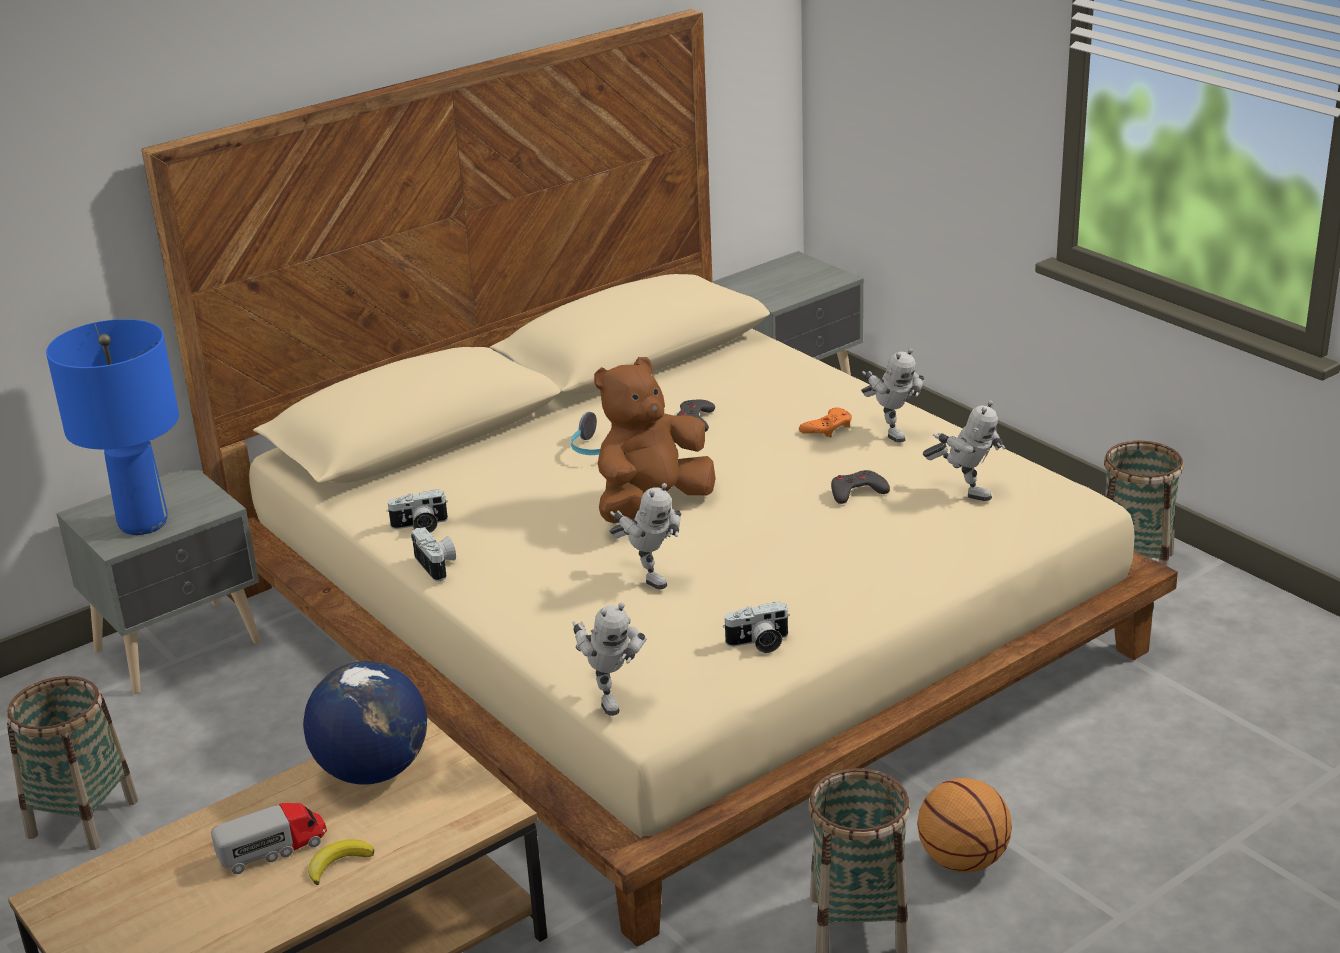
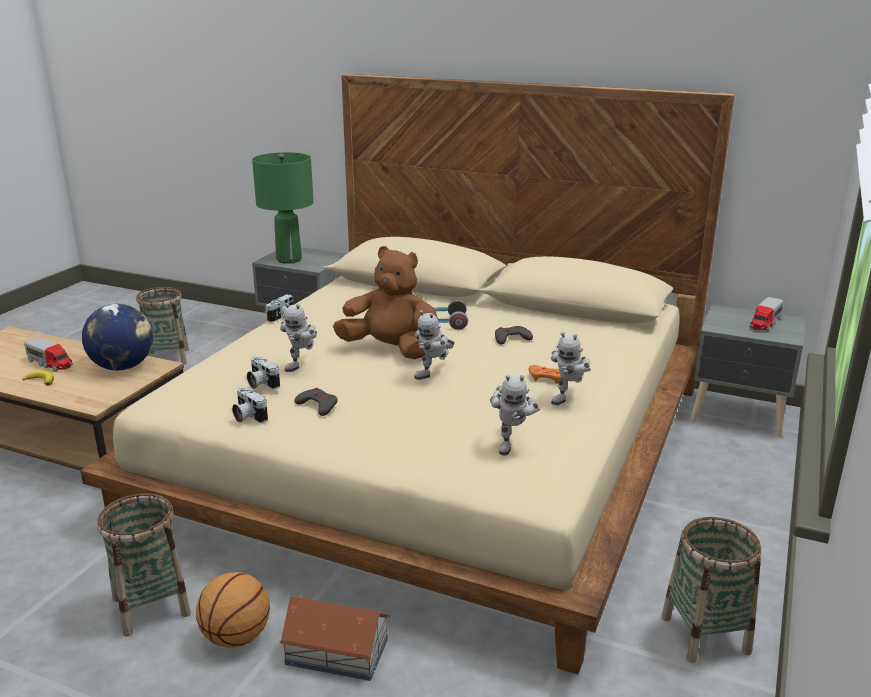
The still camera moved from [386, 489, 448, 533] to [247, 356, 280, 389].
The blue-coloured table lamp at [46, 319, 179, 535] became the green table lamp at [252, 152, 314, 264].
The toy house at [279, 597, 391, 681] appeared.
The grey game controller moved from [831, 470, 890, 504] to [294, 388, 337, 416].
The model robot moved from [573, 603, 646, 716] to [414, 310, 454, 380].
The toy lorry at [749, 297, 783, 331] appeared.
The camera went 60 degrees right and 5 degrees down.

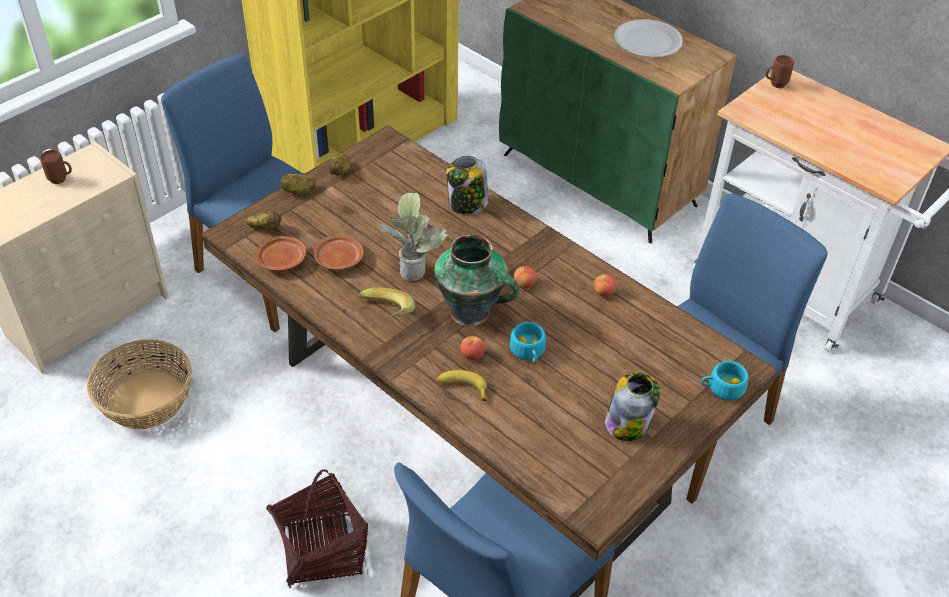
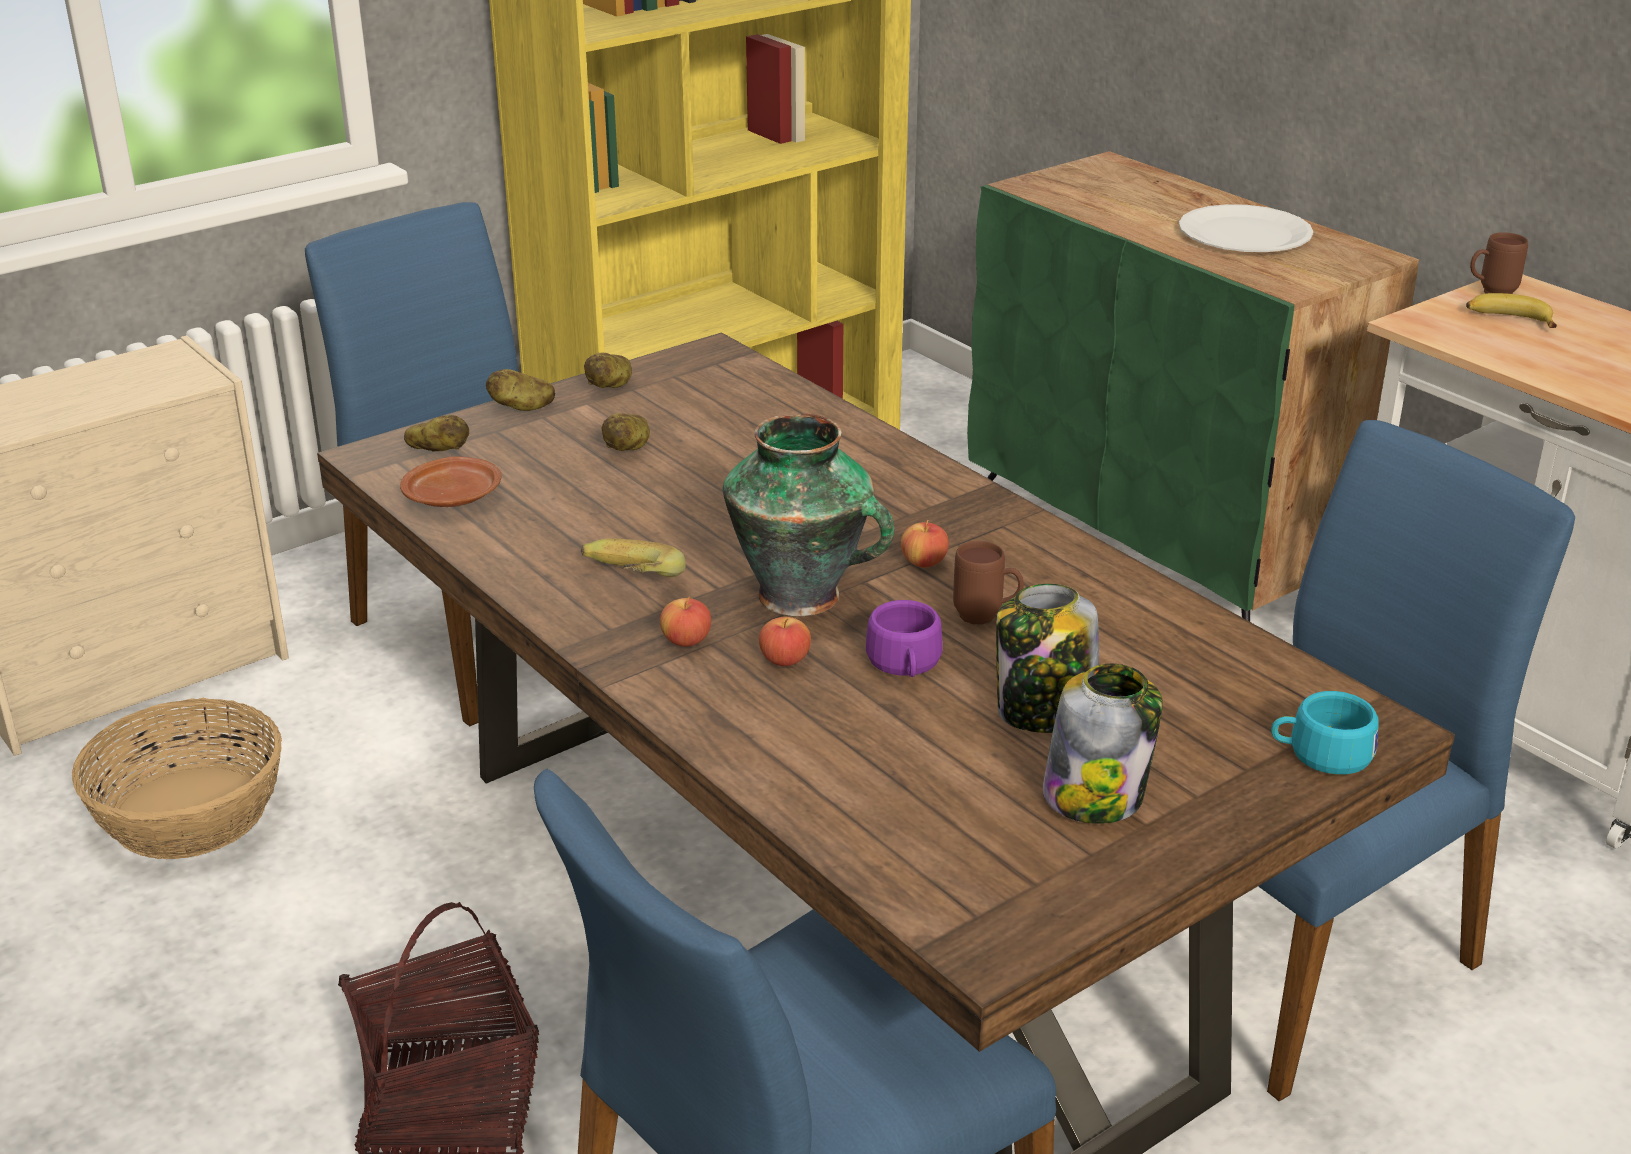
The spud at [602, 413, 650, 451] appeared.
The whole apple moved from [594, 274, 617, 297] to [660, 597, 711, 647].
The turquoise-coloured small cup at [510, 322, 546, 363] became the purple small cup at [866, 600, 943, 677].
The brown-coloured mug moved from [40, 150, 72, 184] to [953, 541, 1024, 625].
The preserve jar moved from [447, 156, 488, 214] to [996, 584, 1099, 733].
The banana moved from [435, 370, 487, 401] to [1466, 293, 1557, 328].
The brown-coloured flat dish at [314, 235, 364, 270] disappeared.
The houseplant at [379, 193, 448, 281] disappeared.
The camera went 10 degrees right and 15 degrees down.

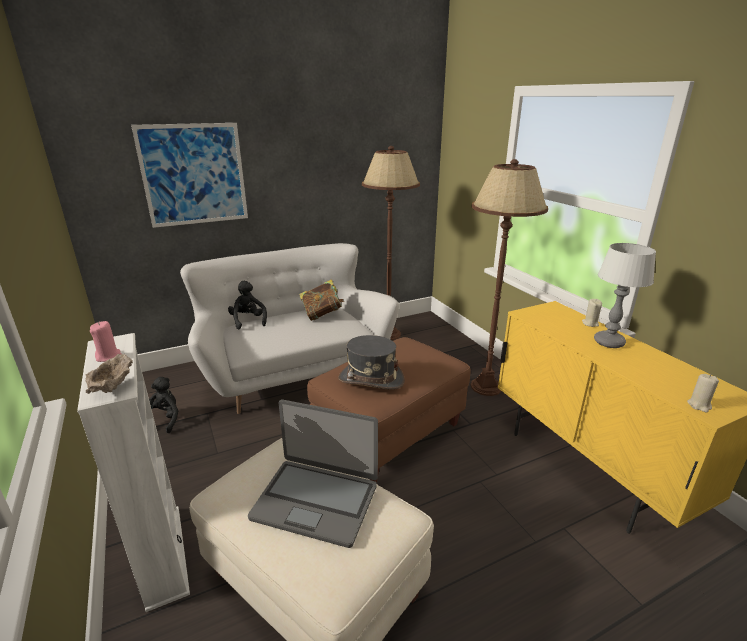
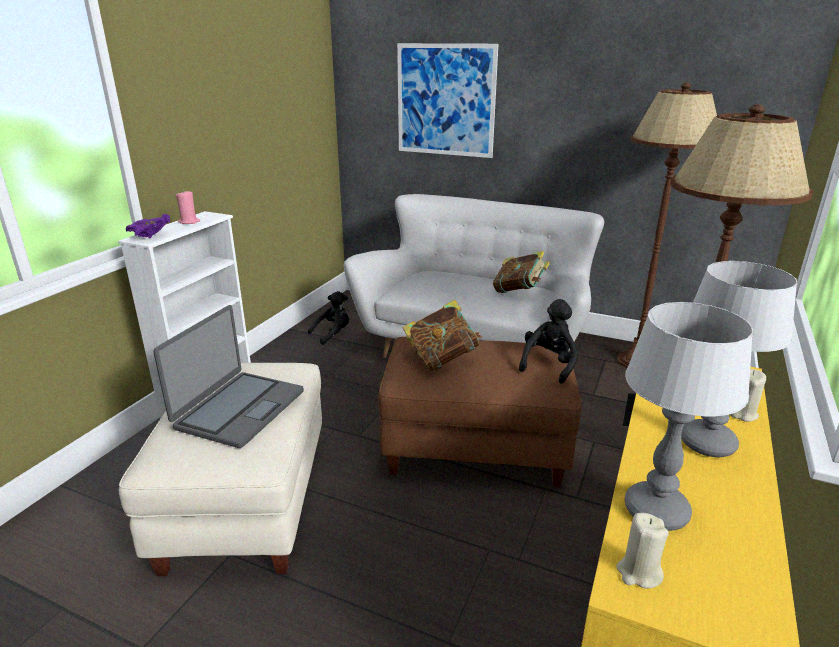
The beige deep dish at [86, 354, 133, 394] became the purple deep dish at [126, 214, 170, 238].
The notebook computer at [248, 399, 378, 548] turned 135 degrees counterclockwise.
The grey clothing hat at [338, 335, 405, 390] was replaced by the volume at [402, 300, 482, 372].
The blackish cuddly toy moved from [228, 281, 267, 329] to [519, 299, 578, 384].
The table lamp at [625, 302, 753, 531] appeared.
The camera went 50 degrees right and 0 degrees up.

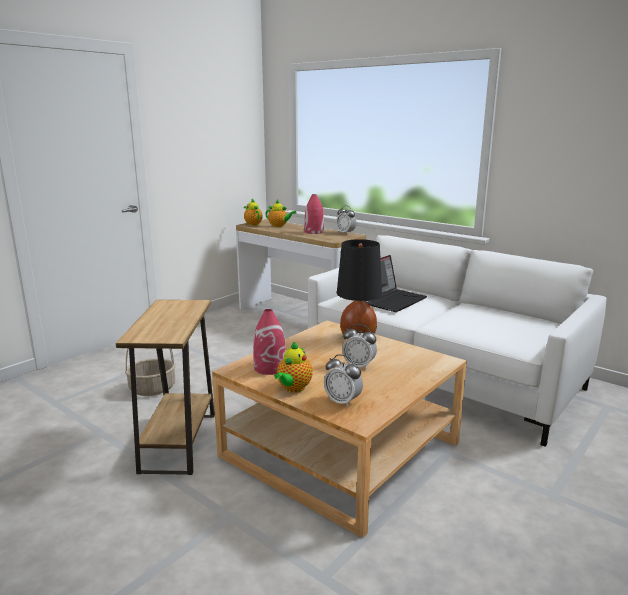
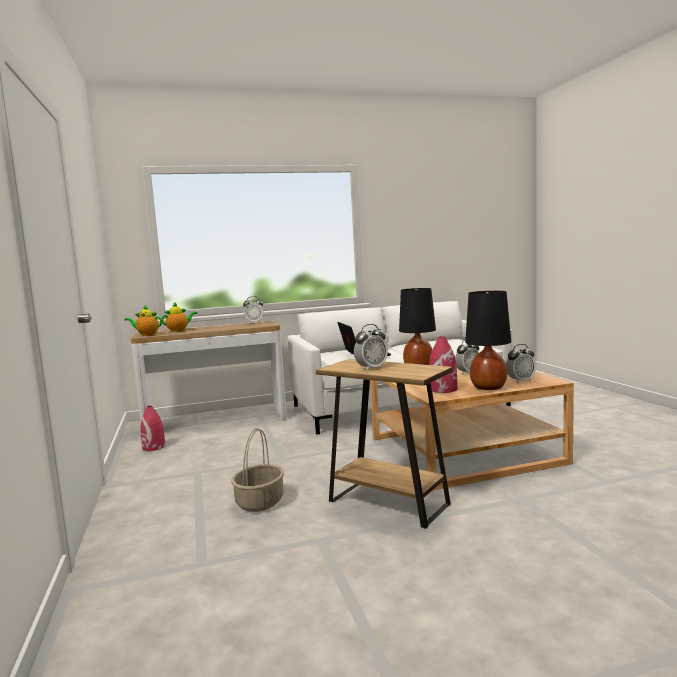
The red decorative vase moved from [304, 194, 324, 234] to [140, 406, 165, 451].
The bedside clock at [354, 324, 388, 371] appeared.
The teapot at [275, 341, 312, 393] was replaced by the blackish table lamp at [465, 291, 511, 390].
The camera went 55 degrees left and 10 degrees down.

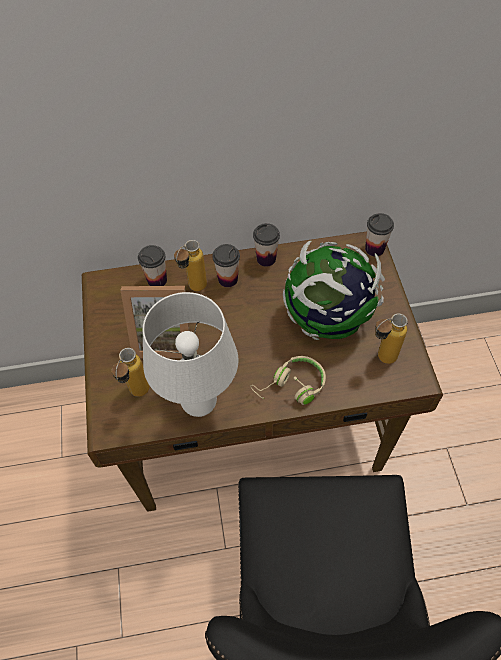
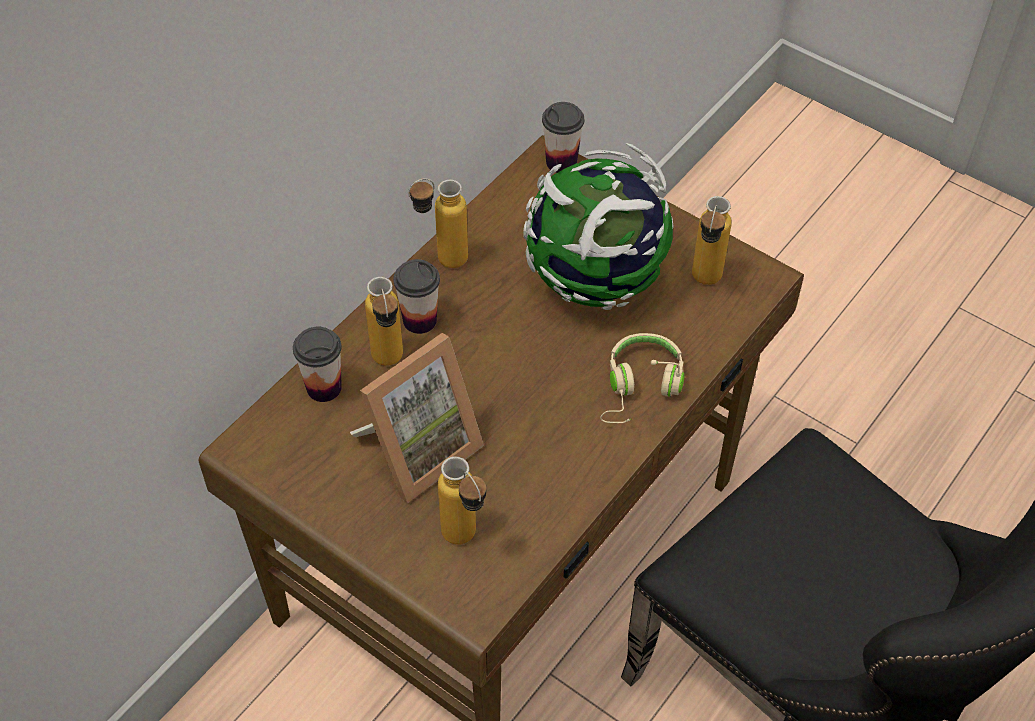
The small cup at [253, 223, 280, 267] was replaced by the bottle at [408, 178, 468, 268].
The white-coloured table lamp at [143, 292, 239, 417] disappeared.
The camera went 45 degrees left and 5 degrees down.

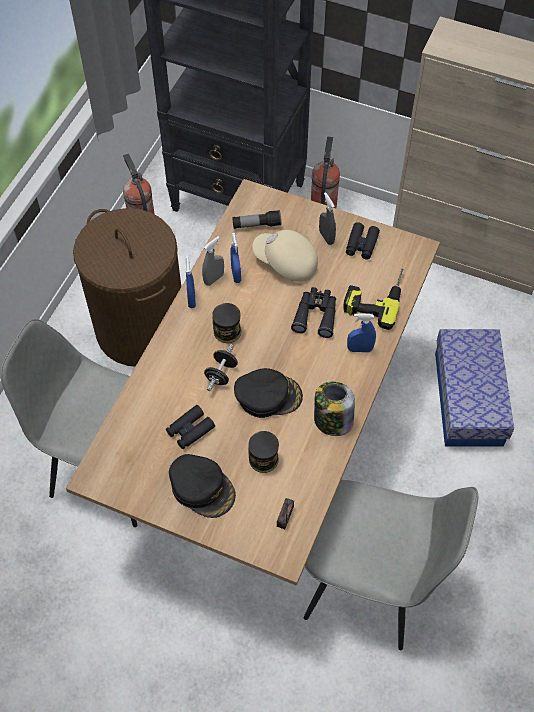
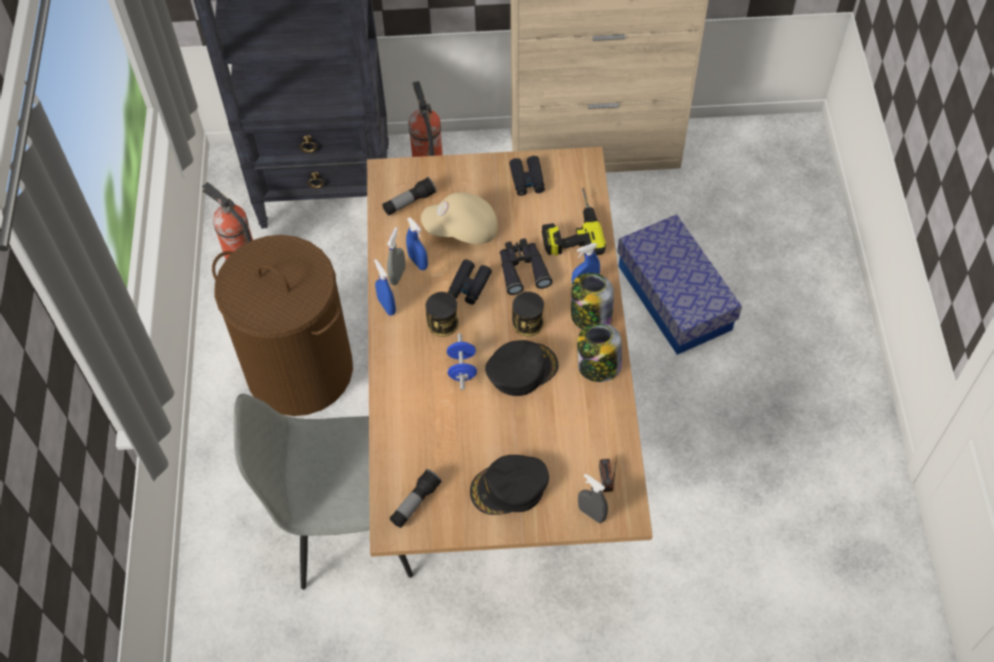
The torch at [390, 469, 442, 528] appeared.
The blackish dumbbell at [204, 344, 238, 391] became the blue-coloured dumbbell at [447, 333, 477, 390].
The blackish field glasses moved from [166, 405, 215, 449] to [448, 259, 492, 305].
The blackish peaked cap at [169, 454, 236, 518] turned 150 degrees clockwise.
The metal can moved from [248, 431, 279, 473] to [512, 292, 544, 336].
The preserve jar at [571, 273, 614, 330] appeared.
The grey spray bottle moved from [319, 192, 336, 245] to [578, 474, 608, 523].
The grey upright chair at [304, 480, 479, 650] disappeared.
The camera went 25 degrees left and 0 degrees up.

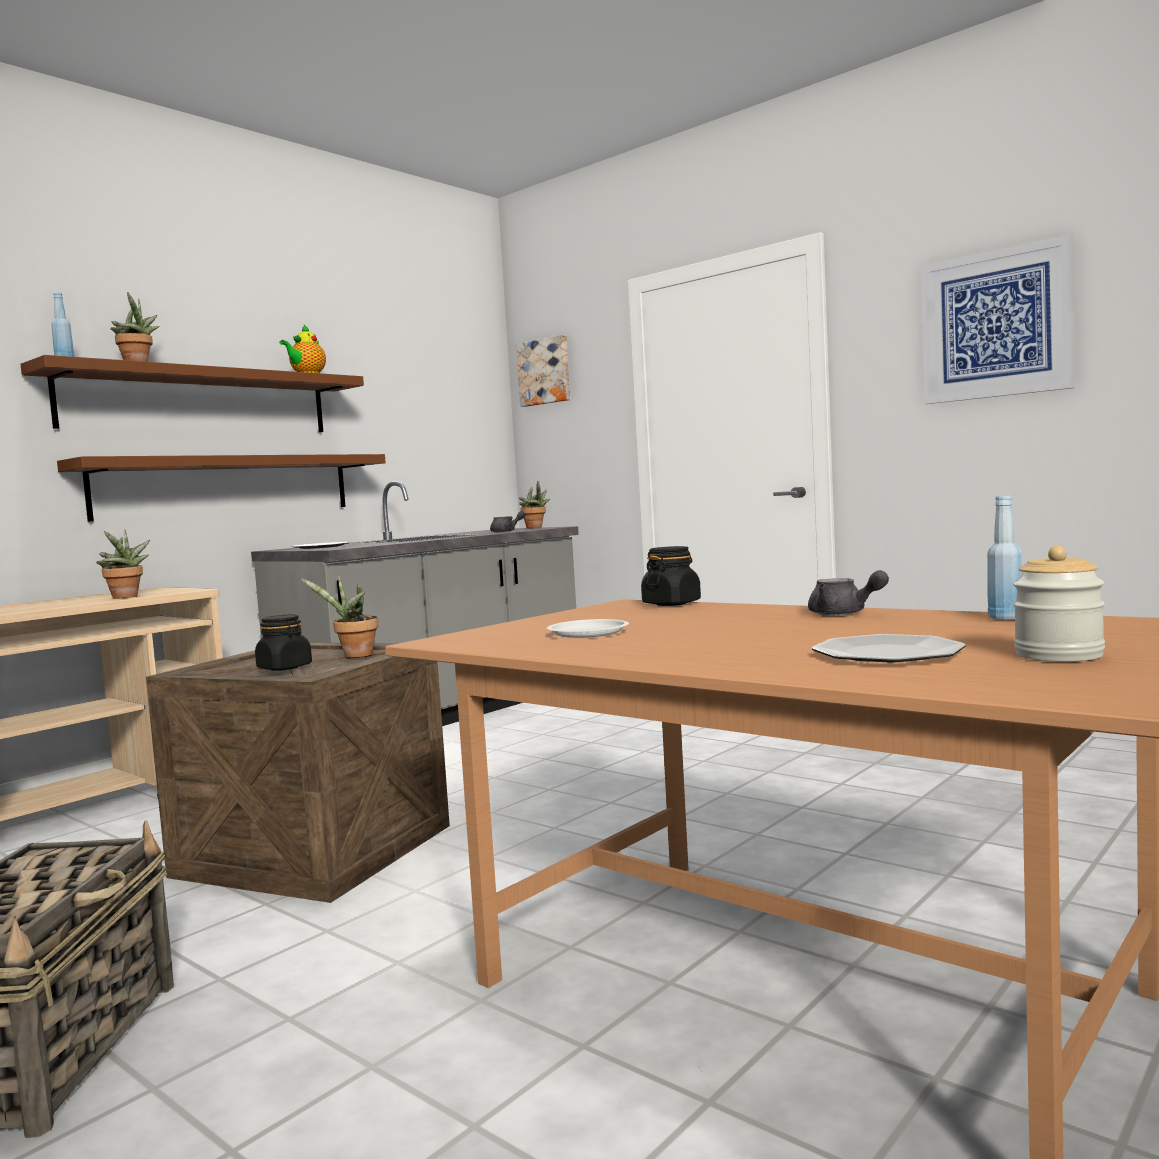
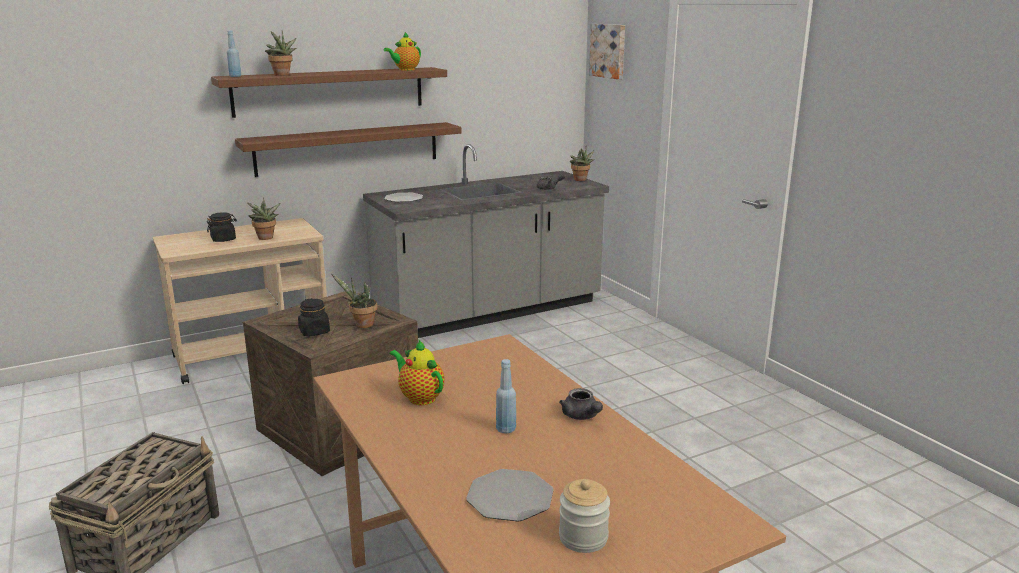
The blackish preserve jar moved from [641, 546, 701, 606] to [207, 212, 237, 242].
The white-coloured flat dish at [547, 619, 629, 638] was replaced by the teapot at [389, 340, 444, 405].
The blue-coloured bottle moved from [987, 495, 1022, 620] to [496, 359, 516, 434].
The wall picture at [921, 234, 1075, 404] disappeared.
The camera went 20 degrees right and 15 degrees up.

